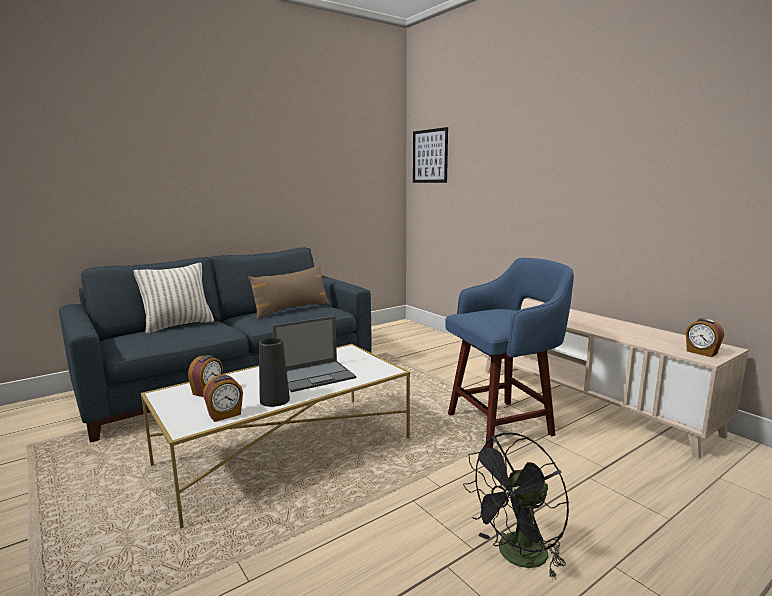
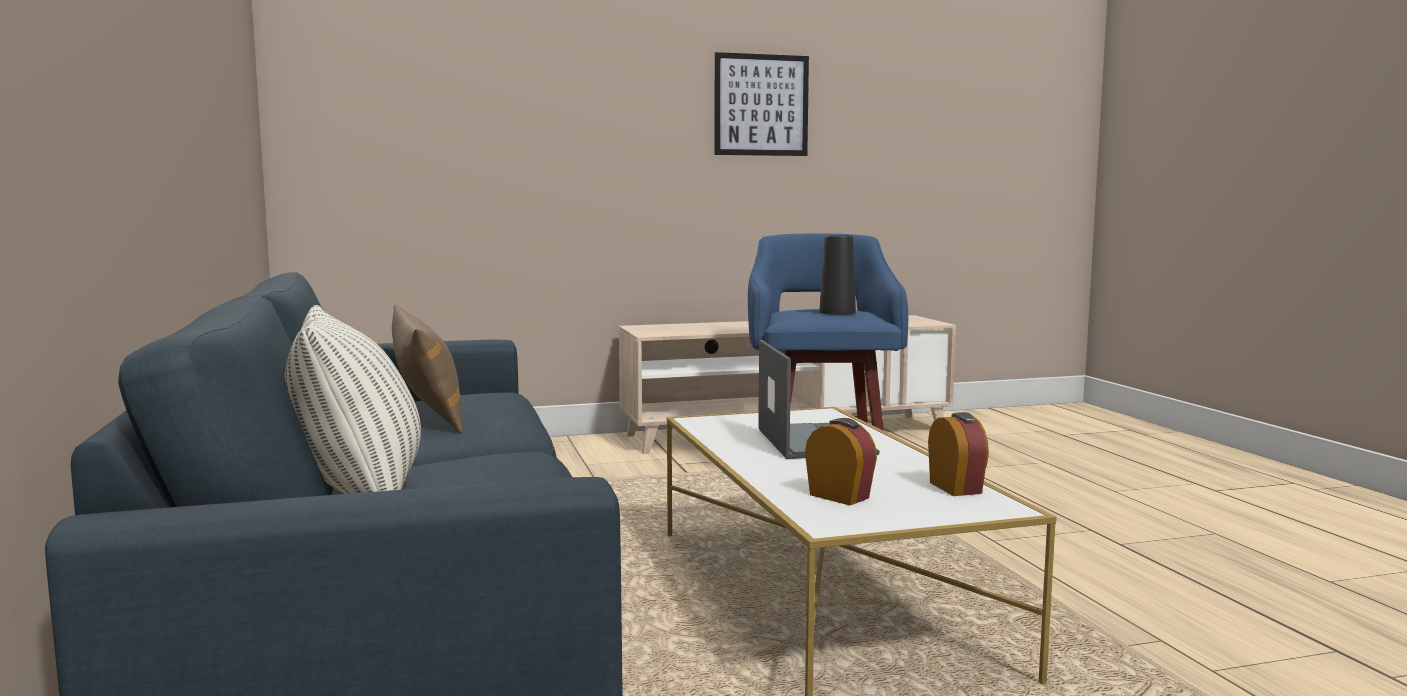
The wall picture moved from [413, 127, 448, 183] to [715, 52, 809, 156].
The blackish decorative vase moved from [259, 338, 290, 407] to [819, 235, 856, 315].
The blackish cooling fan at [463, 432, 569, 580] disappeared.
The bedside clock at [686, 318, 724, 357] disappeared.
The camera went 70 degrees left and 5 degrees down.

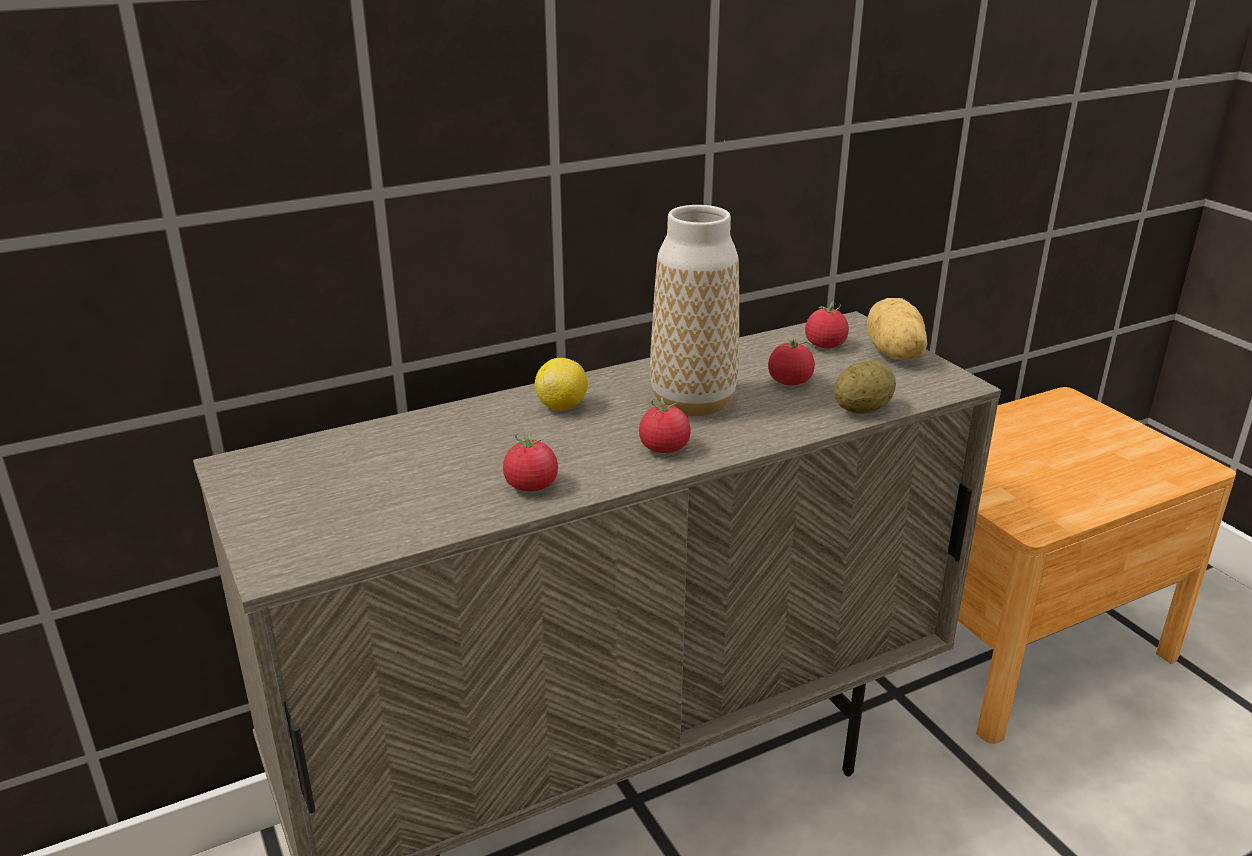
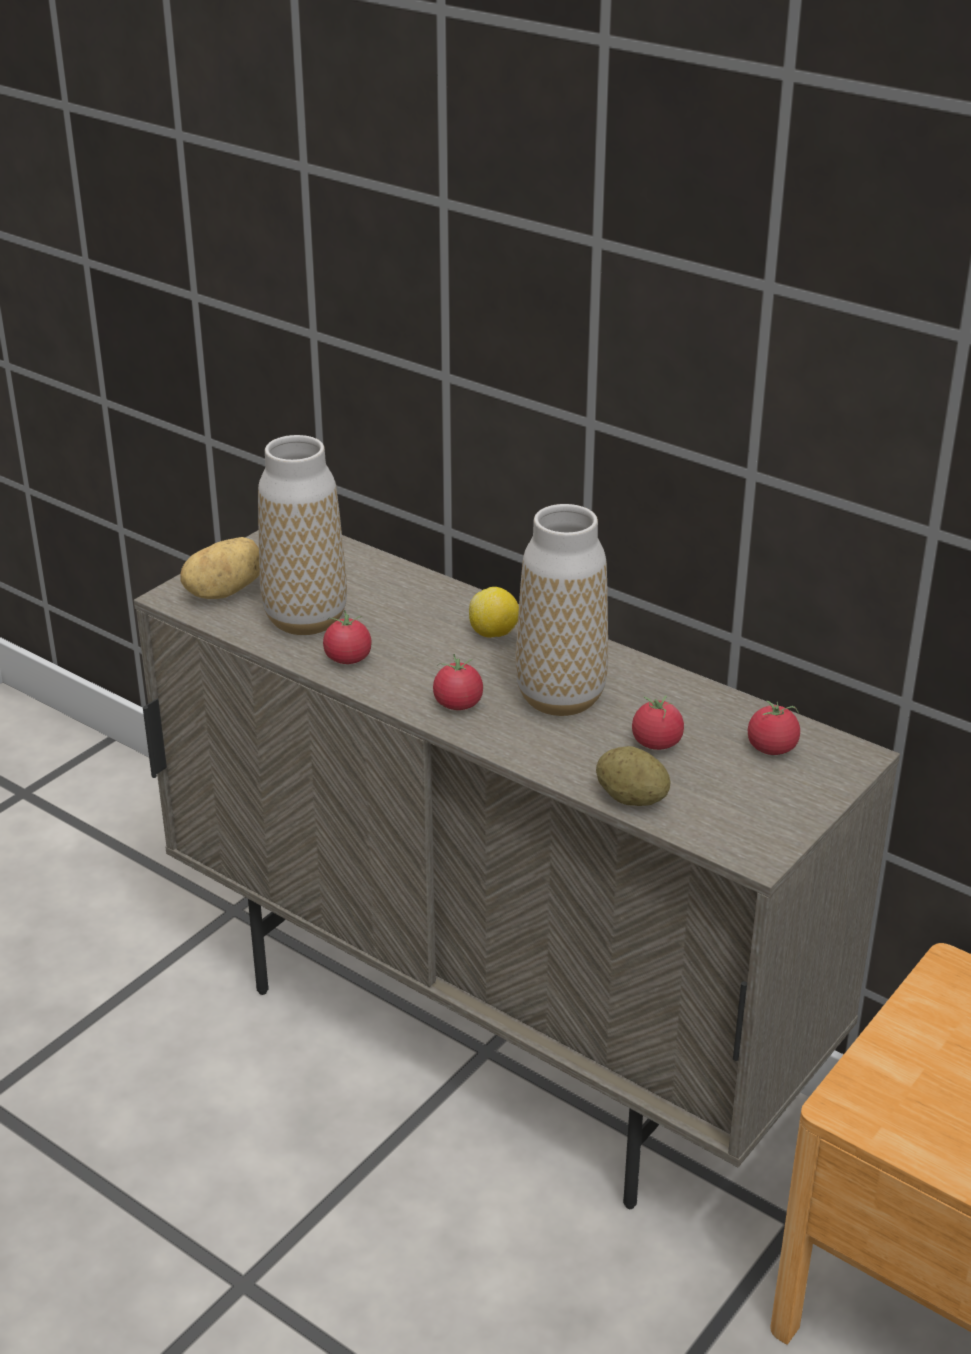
The spud moved from [867, 298, 927, 360] to [180, 537, 260, 599].
The decorative vase at [258, 435, 347, 635] appeared.
The camera went 65 degrees right and 5 degrees up.

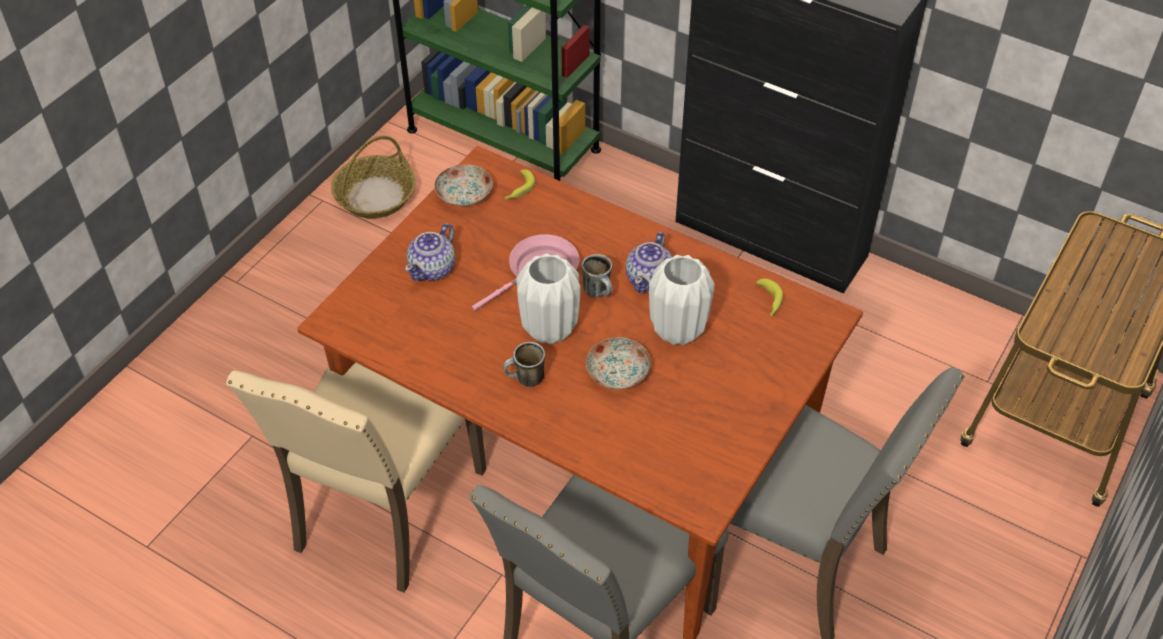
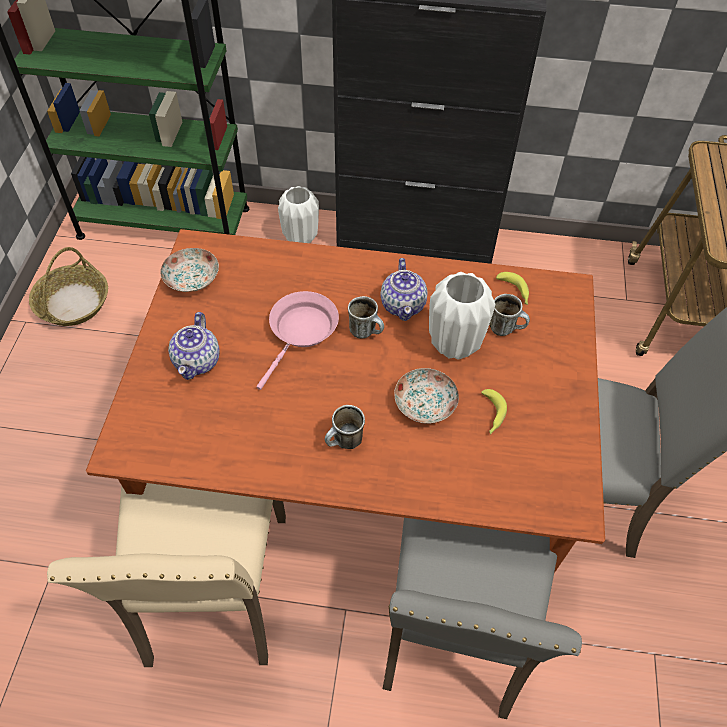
The white-coloured decorative vase moved from [516, 253, 581, 344] to [278, 186, 319, 243].
The banana moved from [505, 169, 536, 200] to [481, 389, 507, 434].
The mug at [489, 294, 530, 336] appeared.
The camera went 25 degrees left and 5 degrees up.

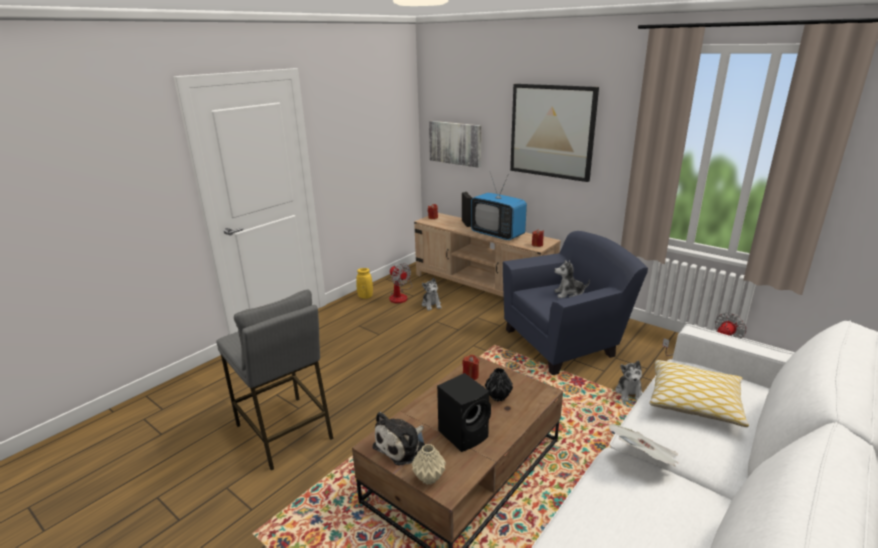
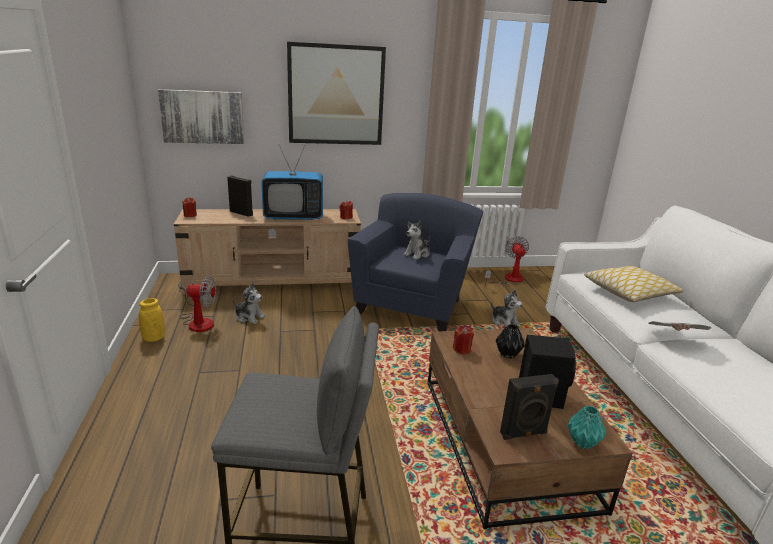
The cuddly toy at [372, 412, 425, 466] was replaced by the blackish audio speaker at [500, 374, 559, 440].
The beige decorative vase at [412, 444, 446, 485] became the turquoise-coloured decorative vase at [568, 406, 606, 449].
The camera went 50 degrees left and 0 degrees up.

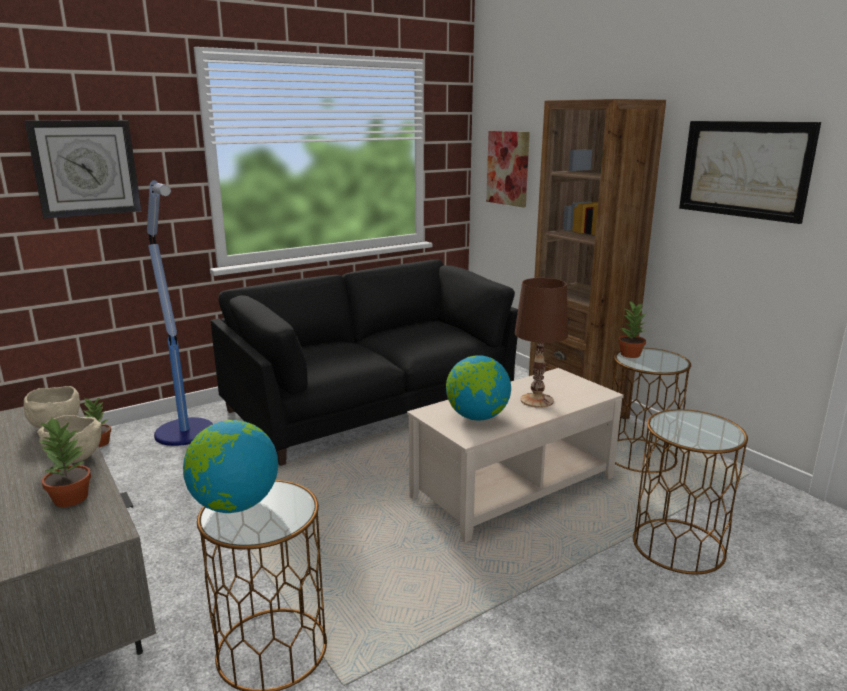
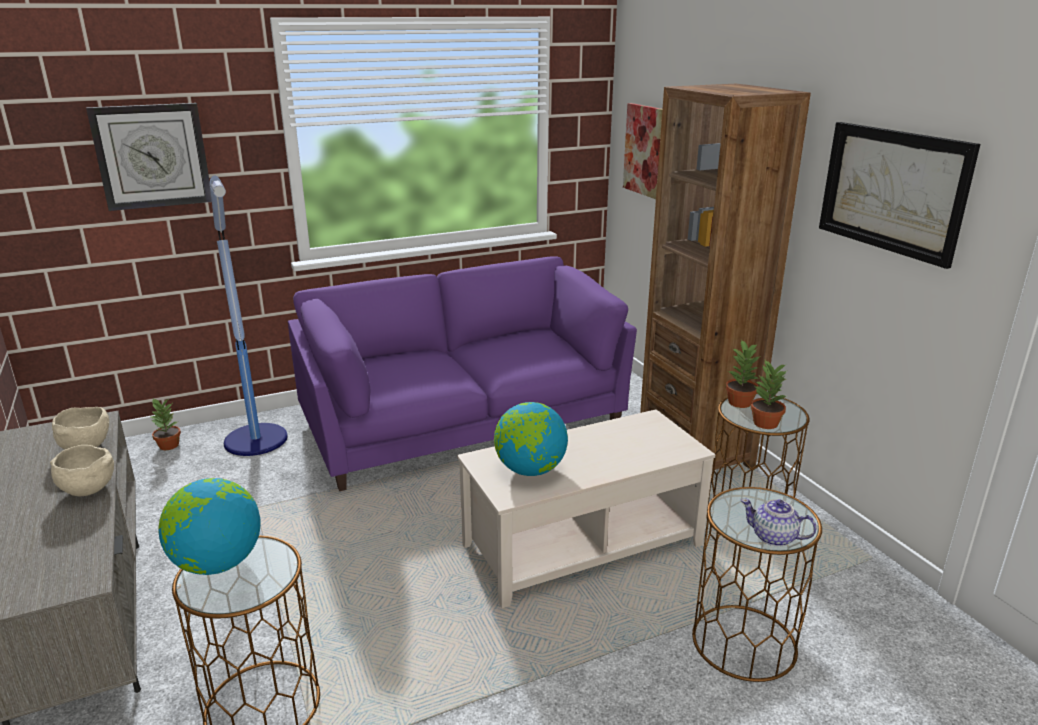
The blackish couch at [211, 260, 518, 466] became the purple couch at [288, 256, 637, 491].
The teapot at [741, 499, 817, 547] appeared.
The houseplant moved from [38, 417, 91, 507] to [751, 360, 786, 429].
The brown-coloured table lamp at [515, 278, 568, 408] disappeared.
The camera went 10 degrees right and 5 degrees up.

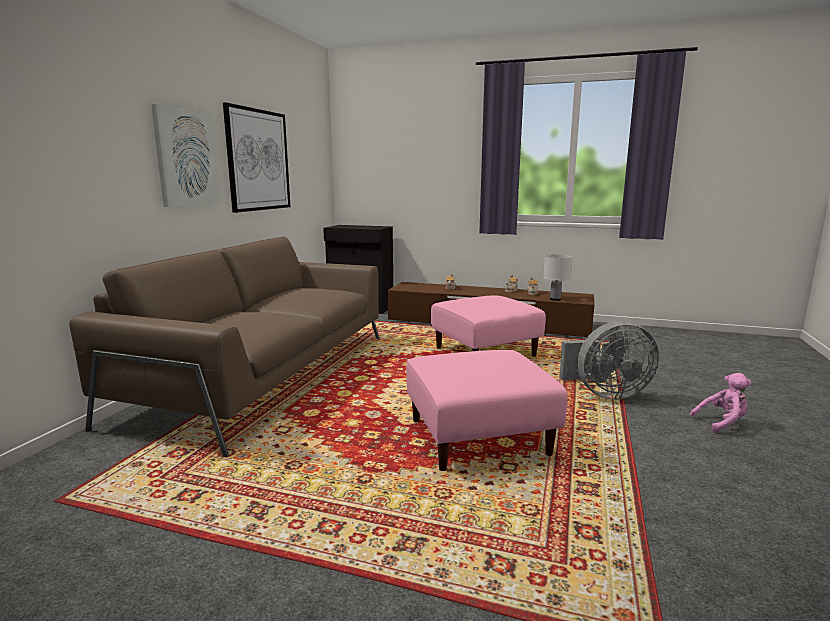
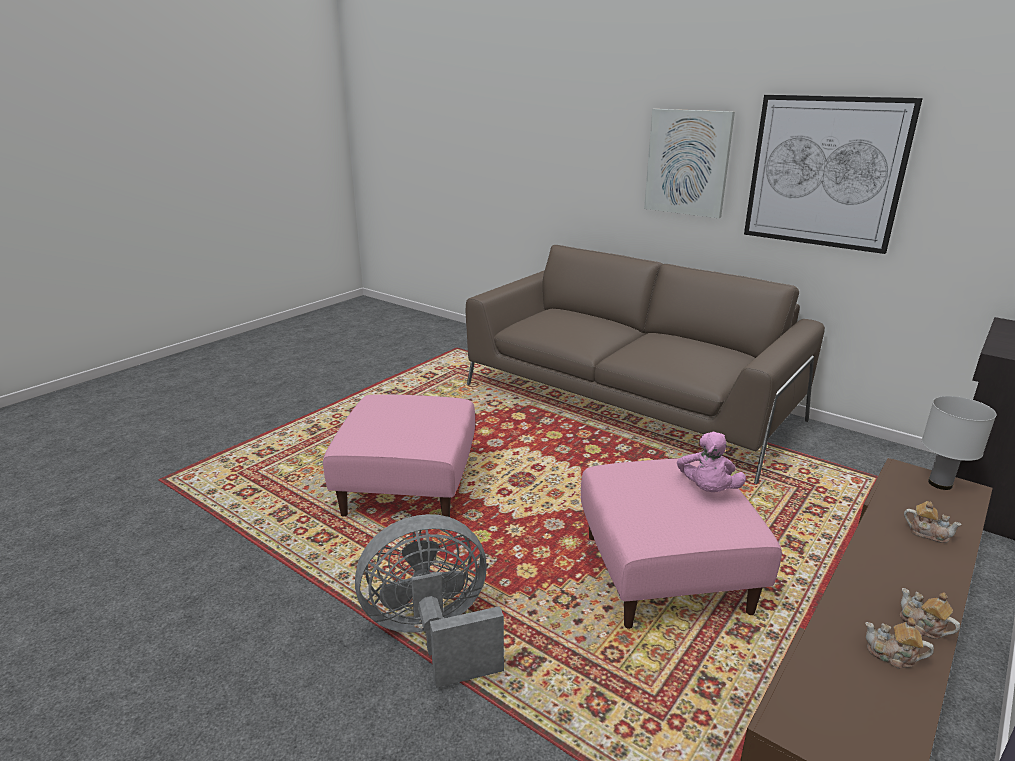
The grey cooling fan at [559, 321, 659, 400] turned 60 degrees clockwise.
The pink cuddly toy moved from [690, 373, 752, 433] to [677, 432, 746, 492].
The white-coloured table lamp moved from [543, 254, 572, 301] to [922, 396, 996, 490].
The camera went 110 degrees right and 10 degrees up.

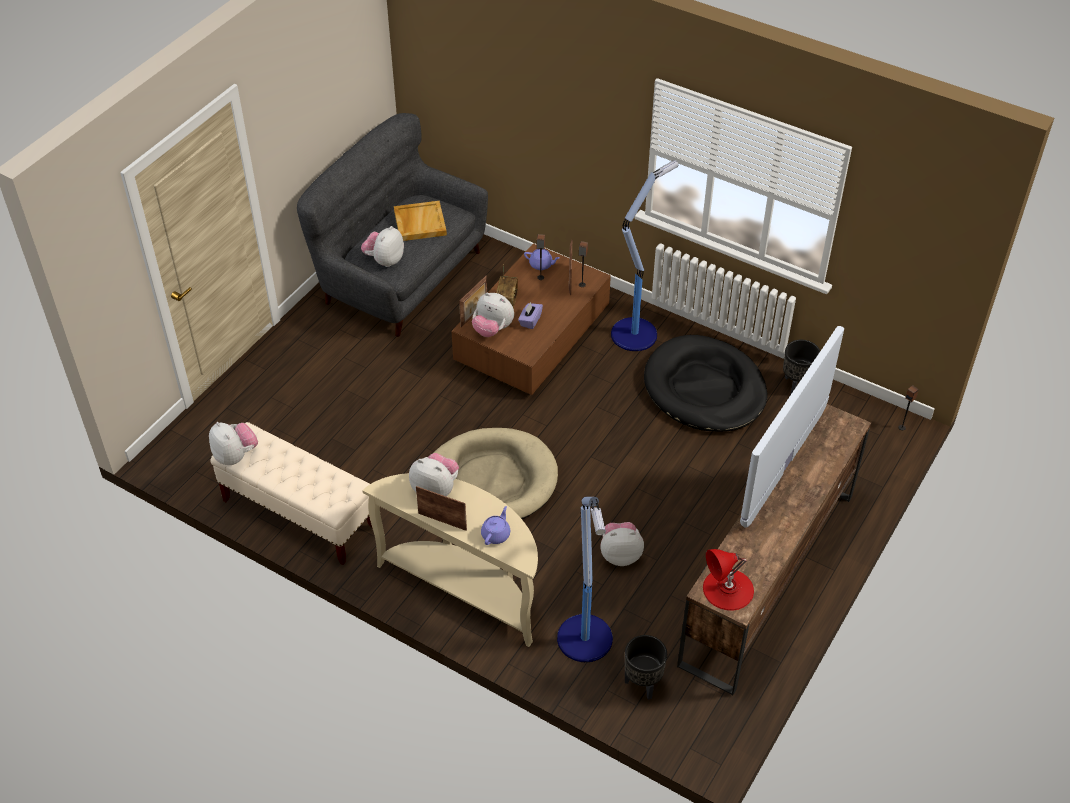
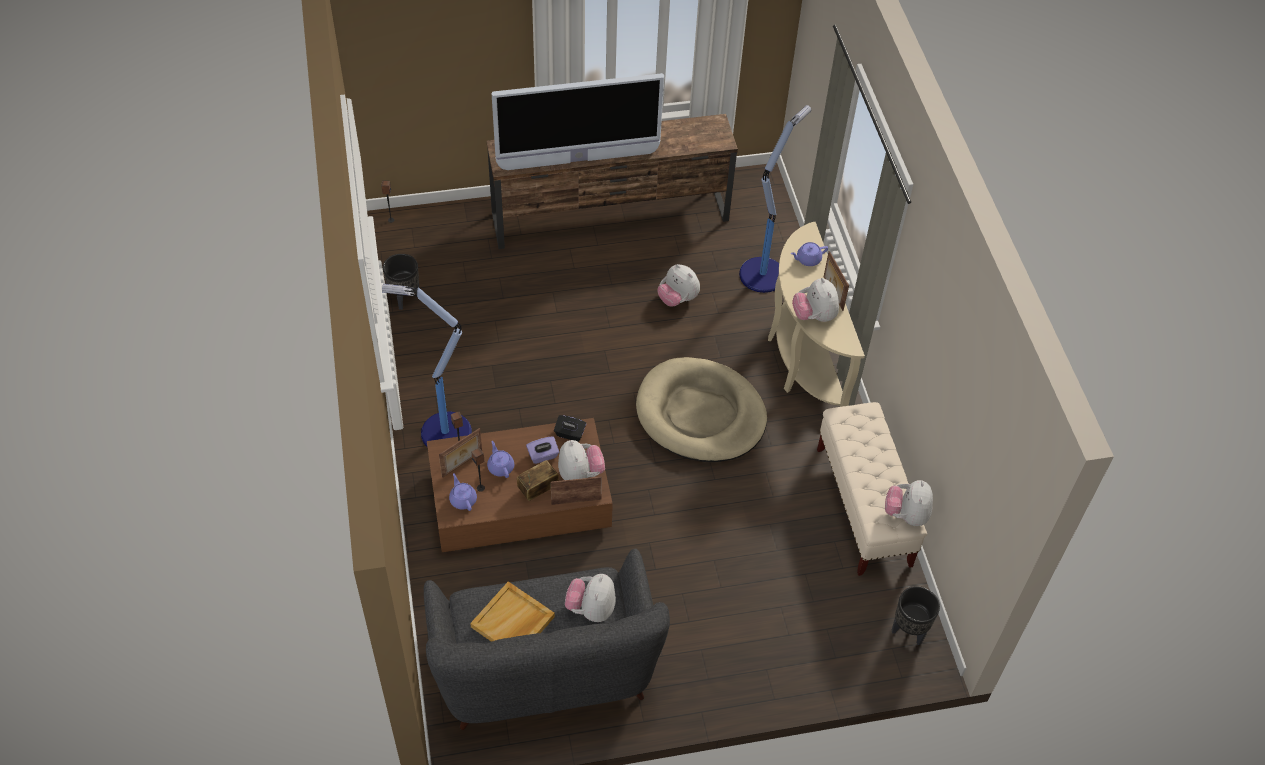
The purple teapot at [487, 441, 514, 478] appeared.
The blackish tissue holder at [554, 415, 586, 442] appeared.
The cuddly toy at [361, 226, 404, 267] turned 120 degrees clockwise.
The blackish plant pot moved from [625, 635, 667, 700] to [892, 586, 940, 645].
The blackish pet bed at [644, 335, 767, 432] disappeared.
The red table lamp at [703, 549, 754, 611] disappeared.
The camera went 135 degrees left and 5 degrees up.

